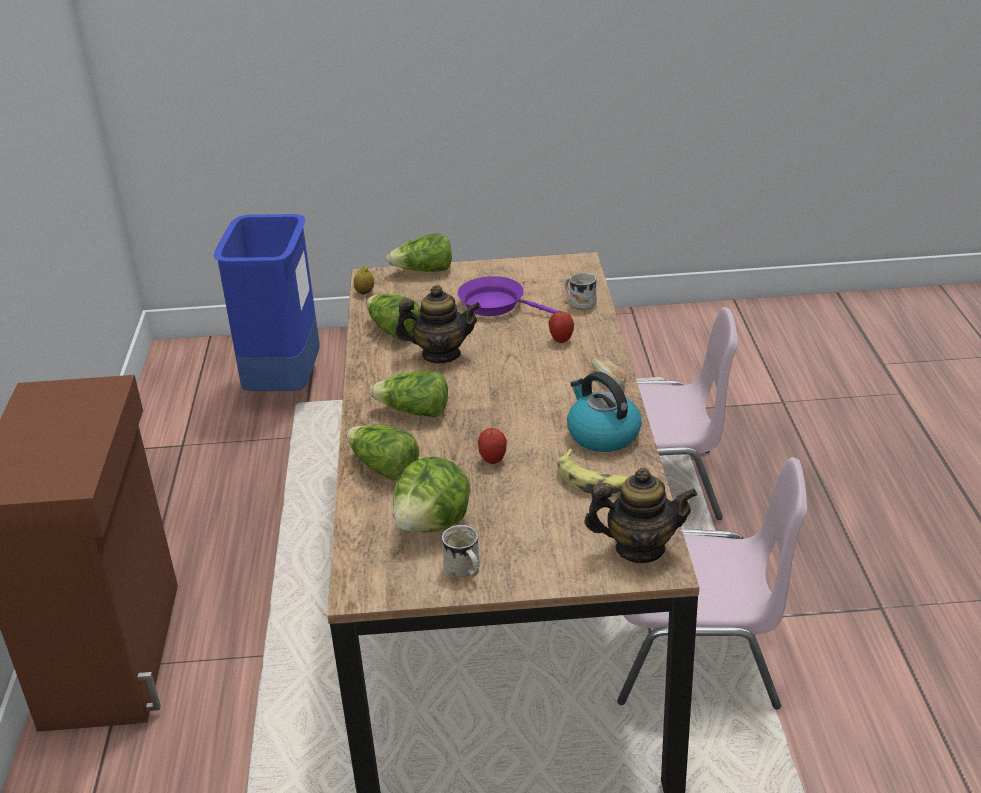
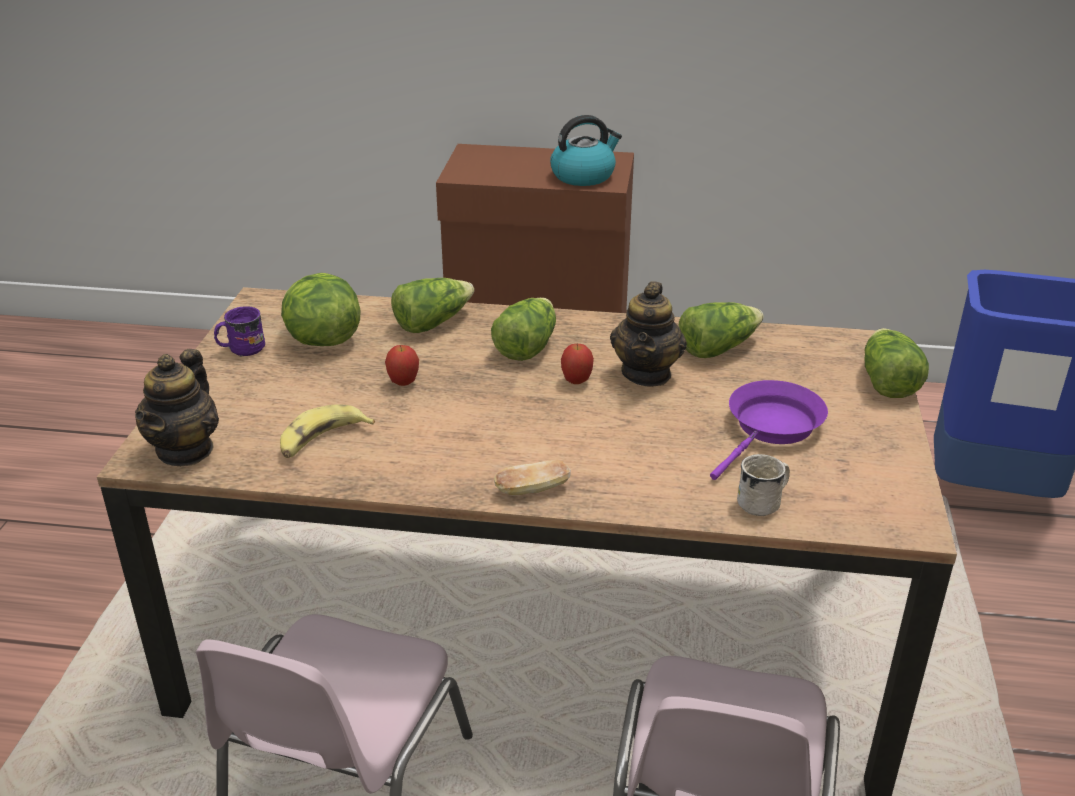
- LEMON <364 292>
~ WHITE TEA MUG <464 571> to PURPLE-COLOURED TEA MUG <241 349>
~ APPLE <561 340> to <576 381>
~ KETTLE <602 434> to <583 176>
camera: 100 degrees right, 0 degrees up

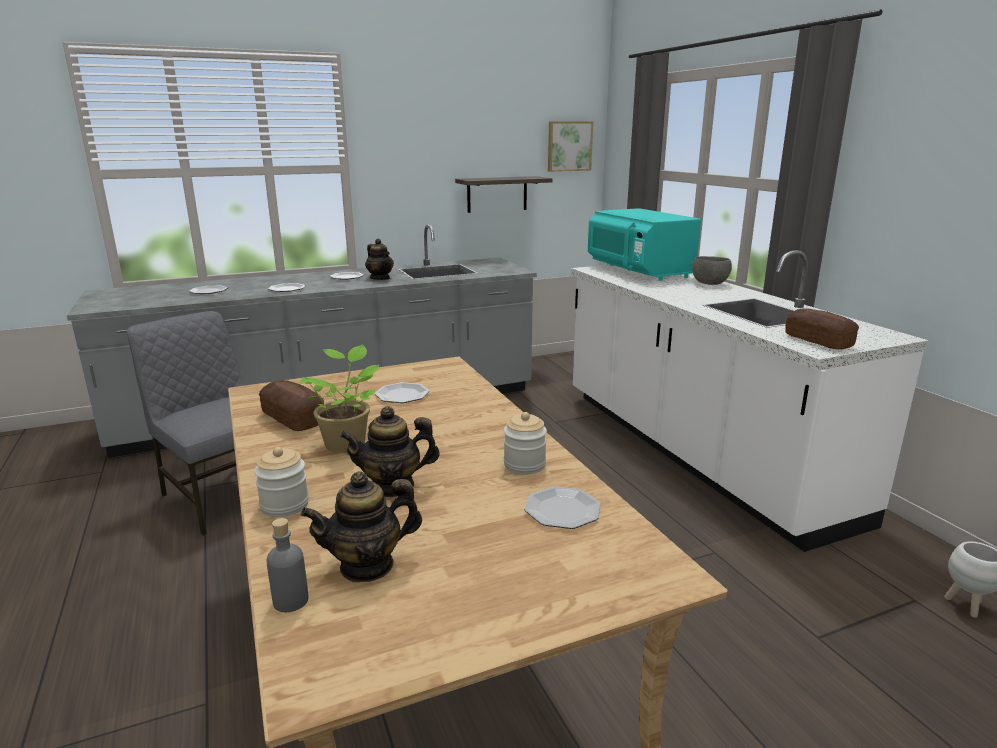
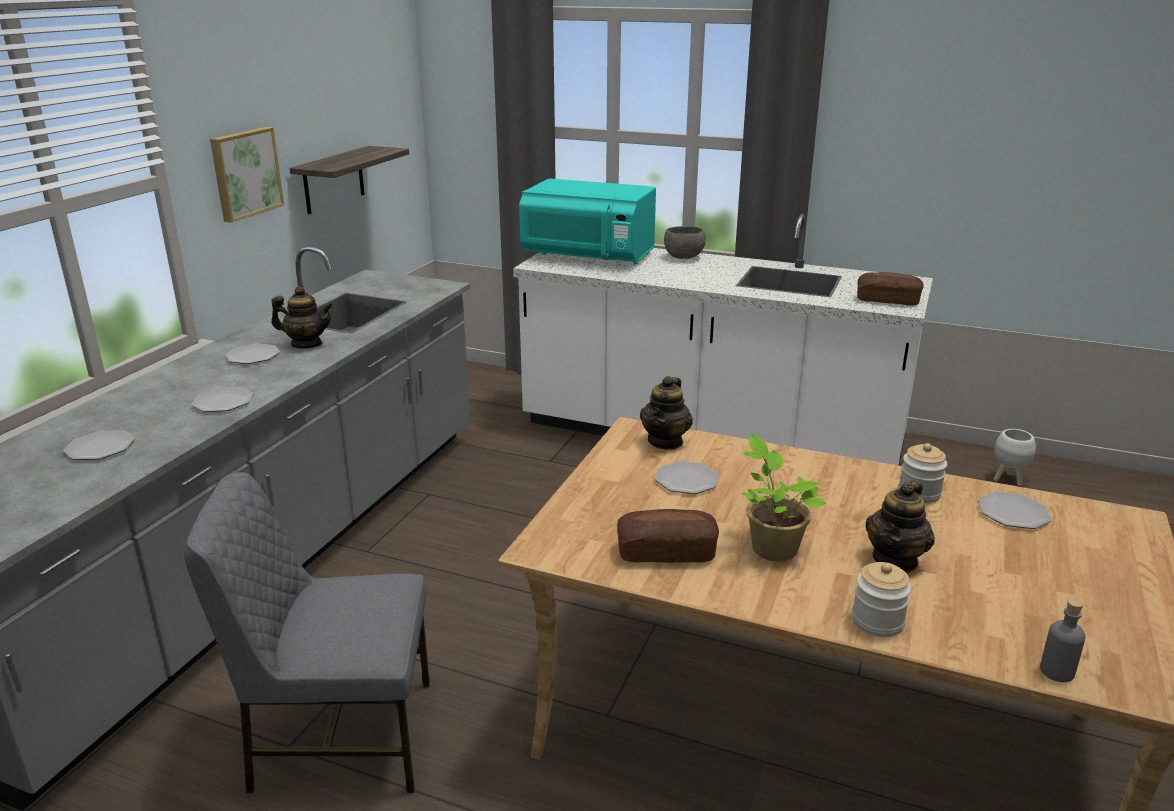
~ TEAPOT <367 565> to <665 441>
~ WALL ART <569 146> to <245 173>
camera: 45 degrees left, 5 degrees up

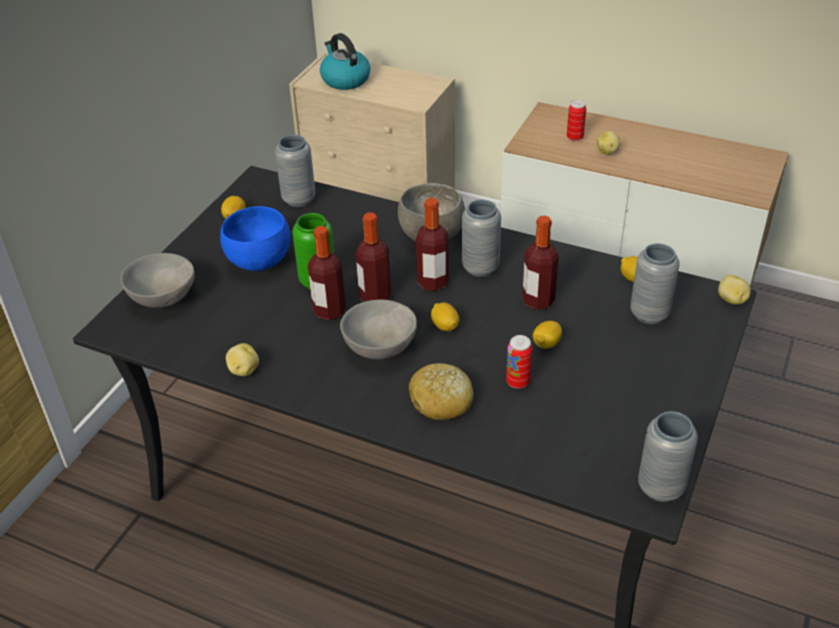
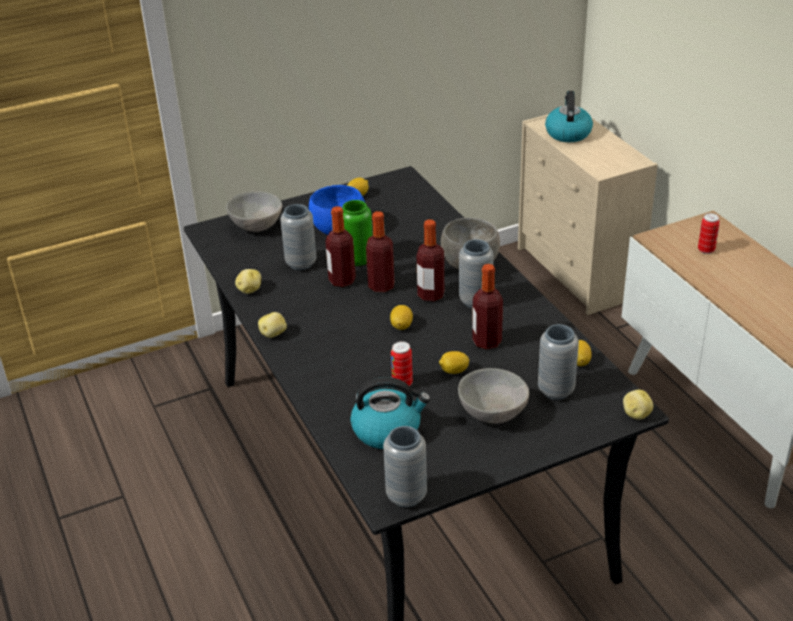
~ GREYISH DECORATIVE VASE <299 199> to <301 263>
~ GREYISH BOWL <379 347> to <492 412>
- BAKED BREAD <441 401>
~ WHOLE POTATO <607 151> to <274 334>
+ KETTLE <387 430>
camera: 40 degrees right, 5 degrees down

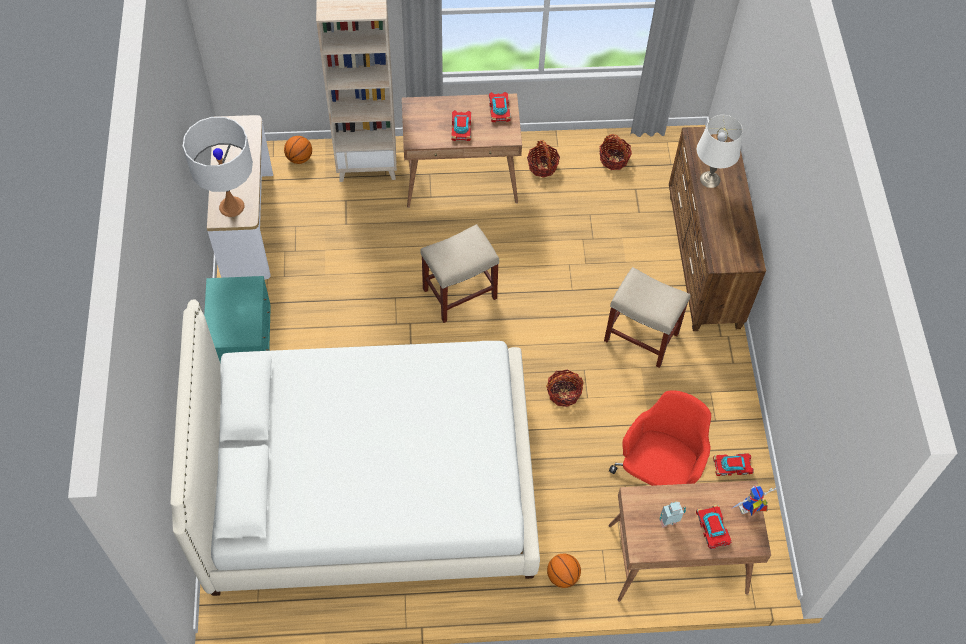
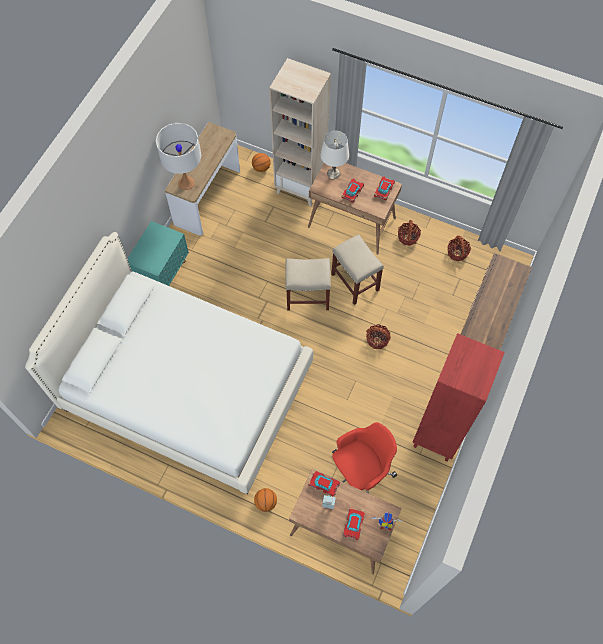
~ STORAGE BASKET <563 393> to <377 340>
~ BEIGE-COLOURED SITTING STOOL <640 337> to <354 281>
~ WHITE TABLE LAMP <709 179> to <333 173>
~ MINIATURE CAR <732 466> to <323 484>
+ RED BOOKCASE <438 435>
camera: 30 degrees right, 5 degrees up

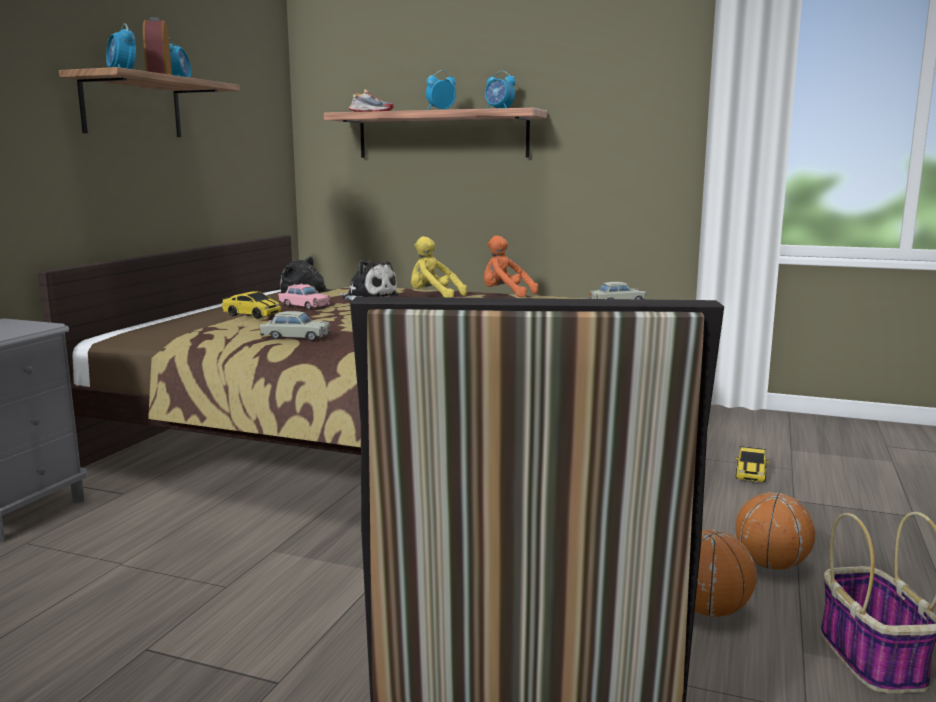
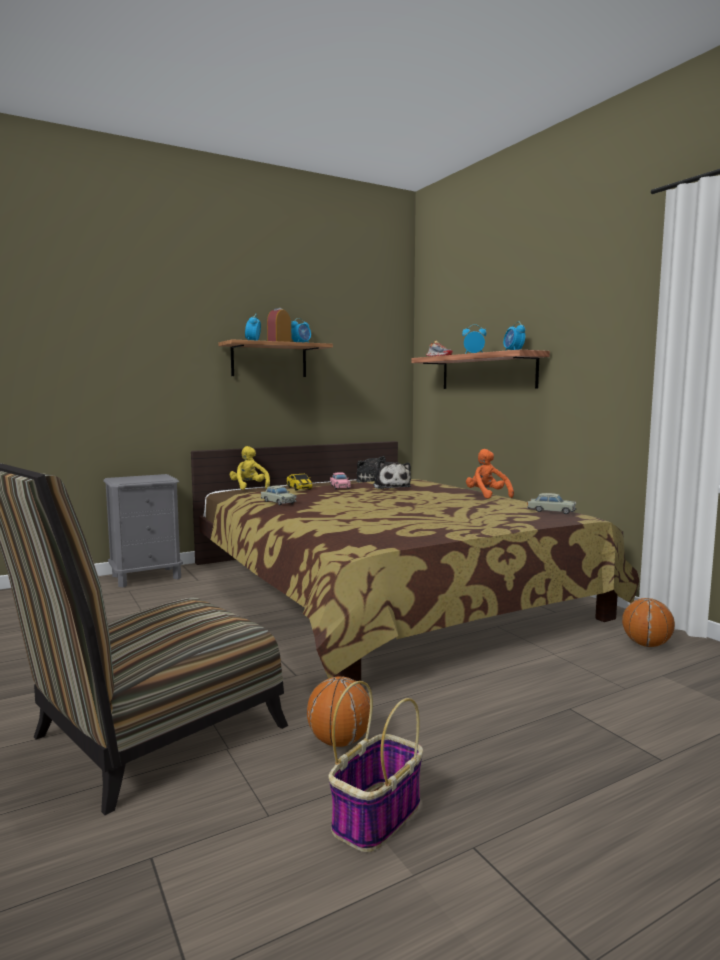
~ YELLOW-COLOURED PLUSH TOY <433 297> to <249 487>
- MINIATURE CAR <750 473>
~ BALL FOR BASKETBALL <771 565> to <646 645>
camera: 40 degrees right, 5 degrees down

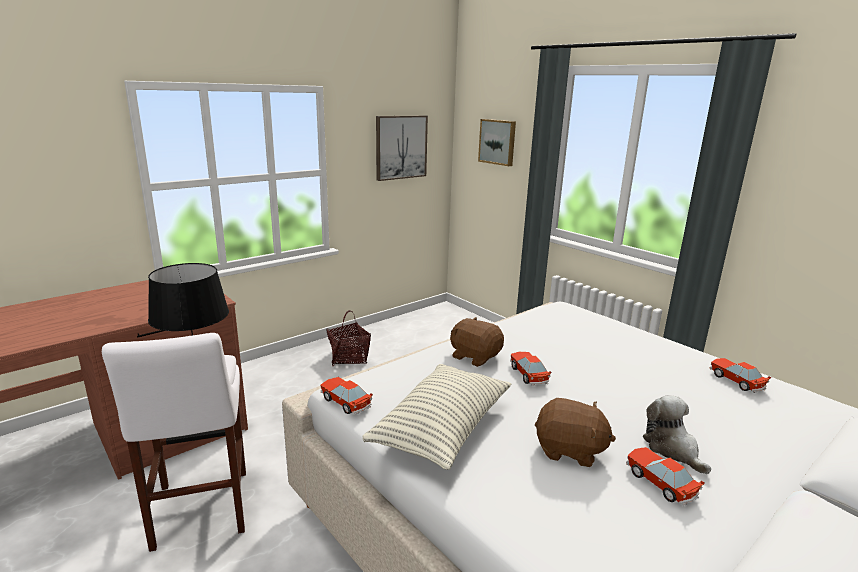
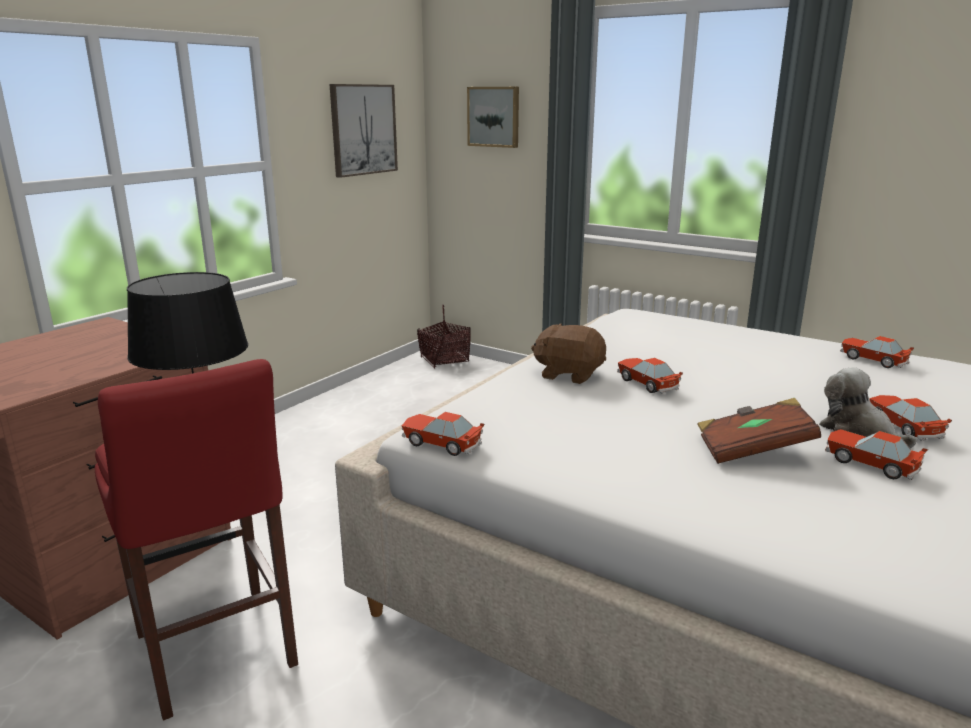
~ WHITE SITTING STOOL <200 513> to RED SITTING STOOL <217 655>
~ STORAGE BASKET <349 358> to <444 360>
- THROW PILLOW <442 429>
~ BROWN-COLOURED PLUSH TOY <569 450> to BROWN-COLOURED BOOK <753 450>
+ MINIATURE CAR <903 426>
camera: 15 degrees left, 0 degrees up

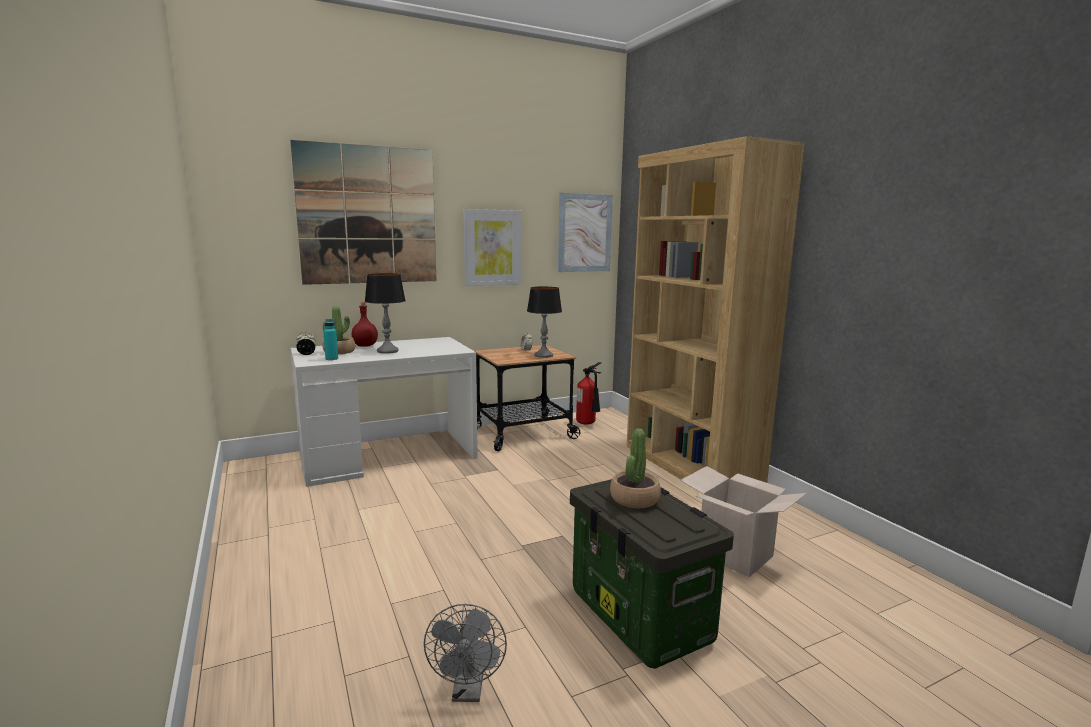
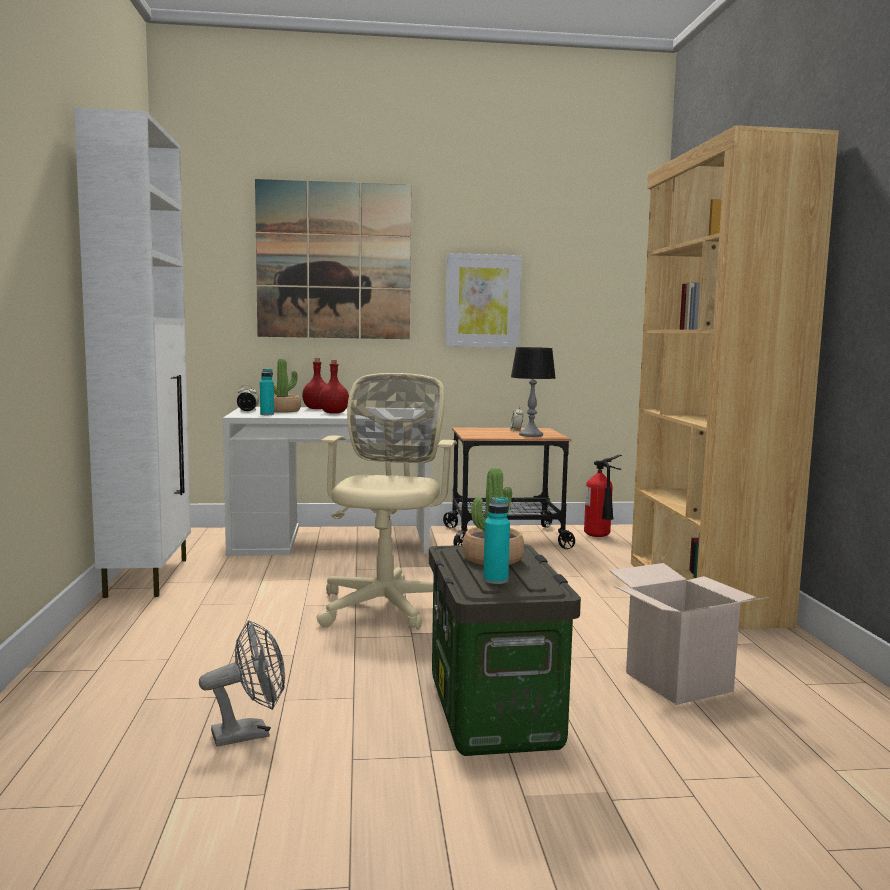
~ TABLE LAMP <387 351> to RED BOTTLE <333 413>
~ GREYISH FAN <468 691> = <250 733> 135 degrees counterclockwise
- WALL ART <584 233>
+ WHITE CUPBOARD <148 577>
+ BEIGE-COLOURED OFFICE CHAIR <386 604>
+ BLUE-GREEN BOTTLE <495 580>
camera: 20 degrees right, 5 degrees down

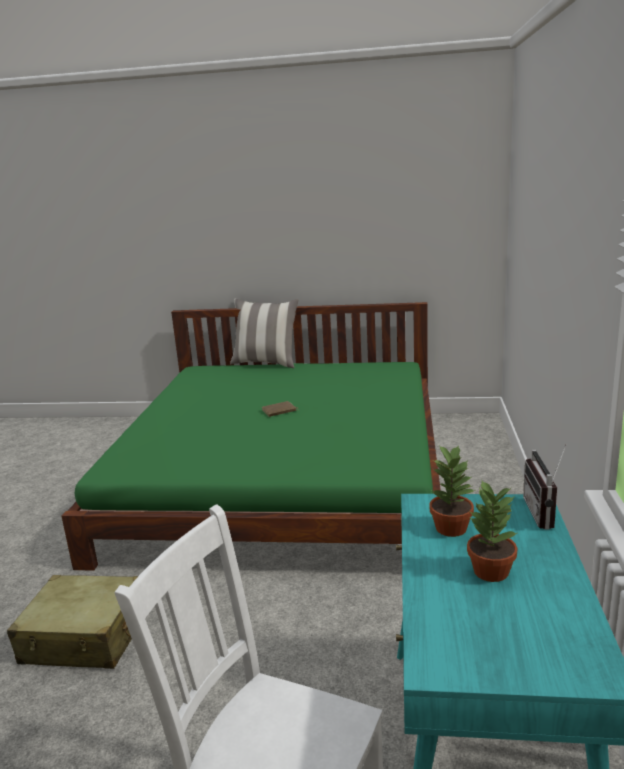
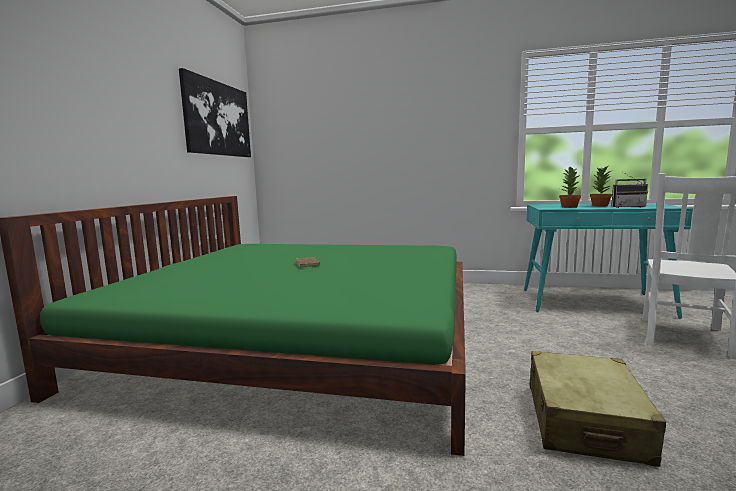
- THROW PILLOW <266 363>
~ RADIO RECEIVER <546 514> to <627 207>
+ WALL ART <217 119>
camera: 85 degrees left, 10 degrees down

